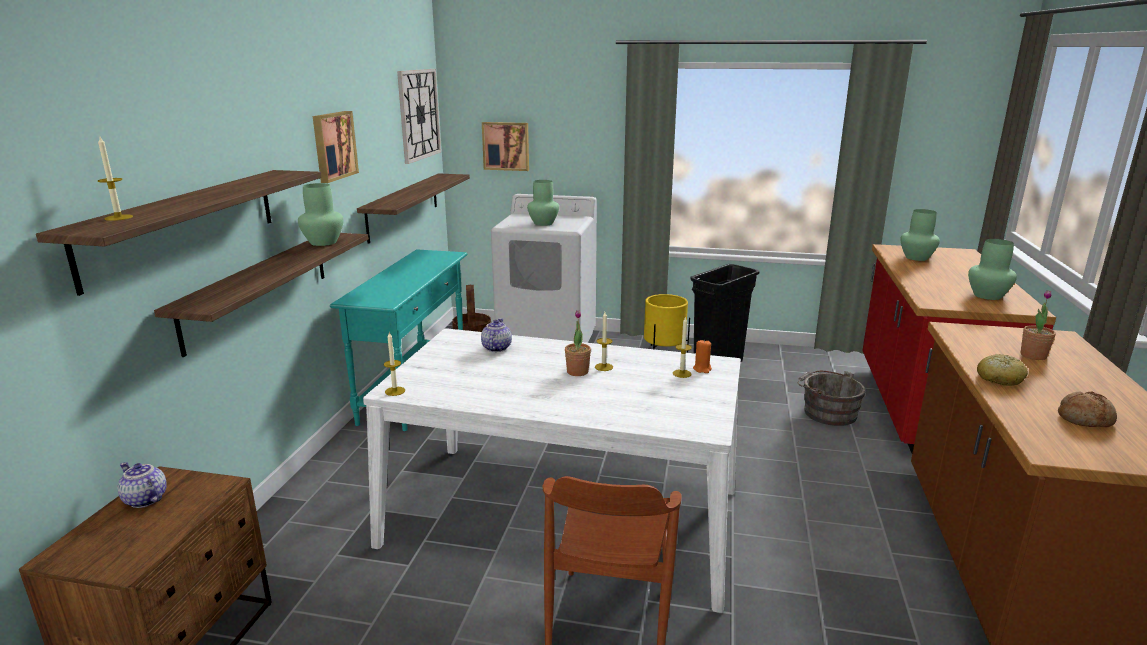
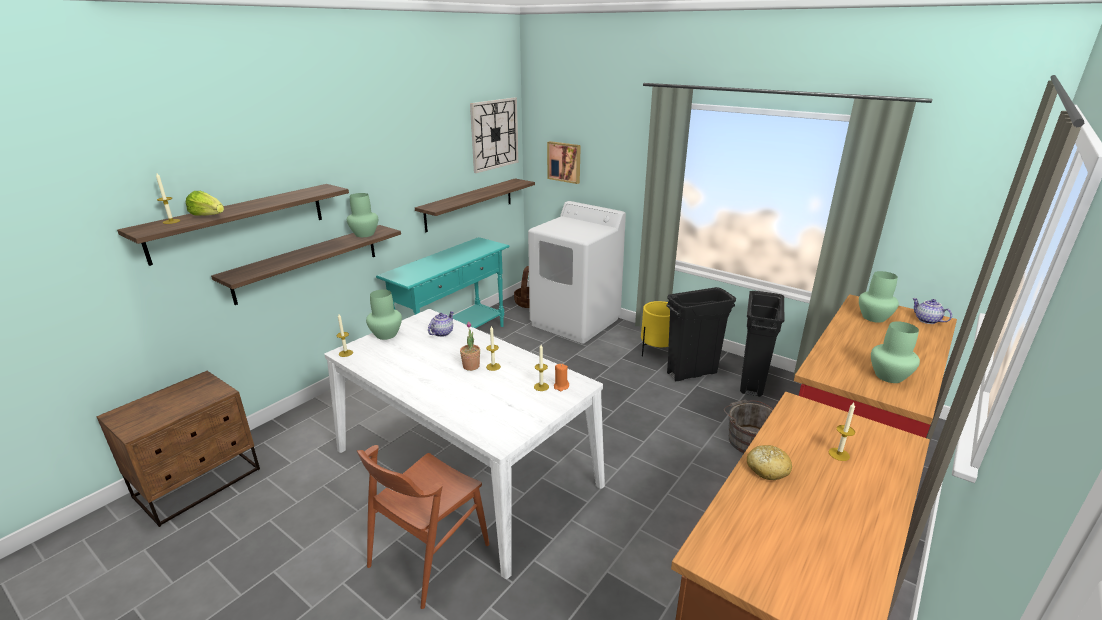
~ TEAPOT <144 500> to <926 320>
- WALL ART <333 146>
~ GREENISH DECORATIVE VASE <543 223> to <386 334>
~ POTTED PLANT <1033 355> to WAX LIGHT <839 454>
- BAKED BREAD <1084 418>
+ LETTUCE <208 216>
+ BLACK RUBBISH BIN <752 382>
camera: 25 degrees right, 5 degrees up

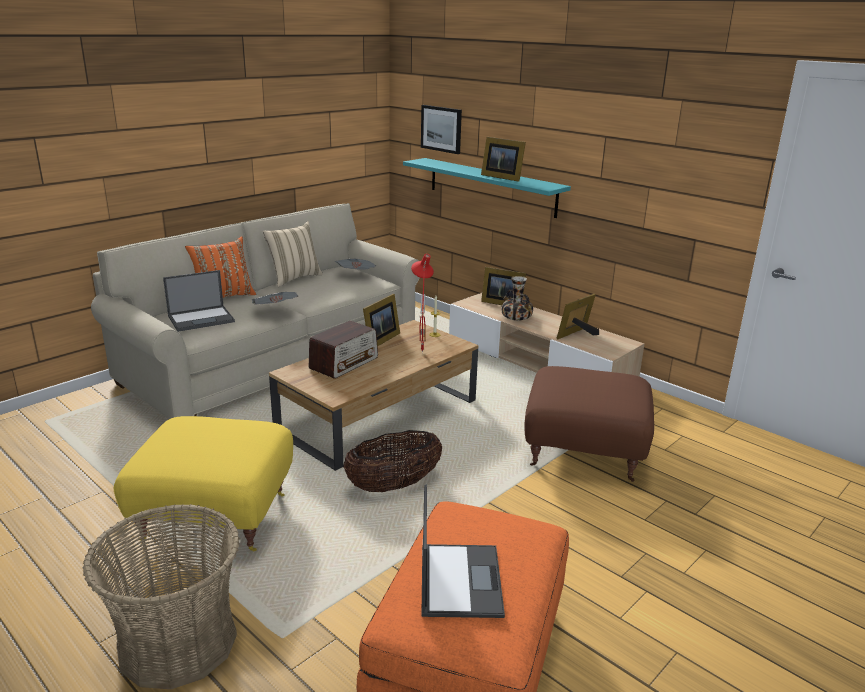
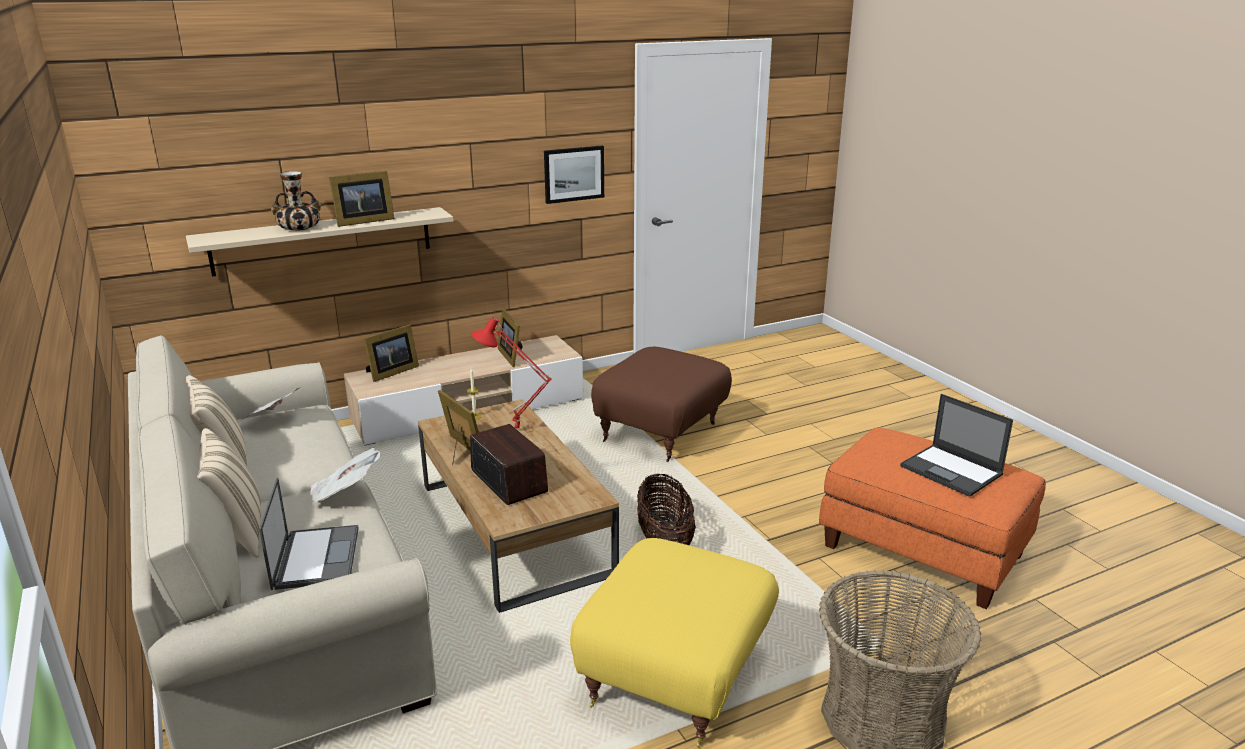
~ ORANGEY THROW PILLOW <223 297> to BEIGE-COLOURED THROW PILLOW <236 533>
~ BLUE-GREEN SHELF <491 187> to BEIGE-COLOURED SHELF <323 241>
~ WALL ART <441 129> to <573 174>
~ PORTABLE COMPUTER <460 579> = <952 471> 150 degrees counterclockwise
~ DECORATIVE VASE <516 317> to <300 227>
camera: 70 degrees left, 0 degrees up

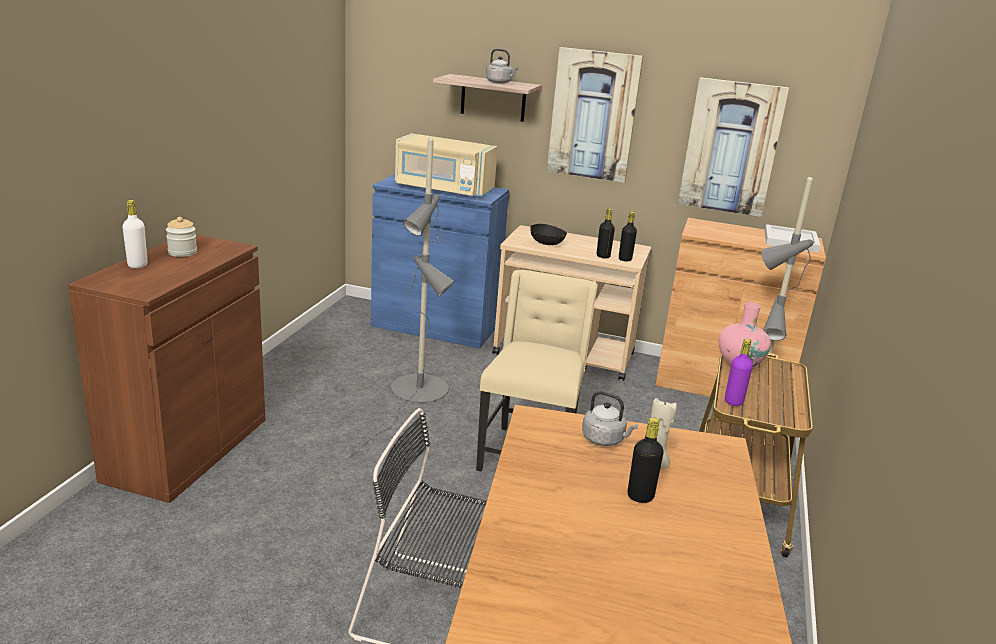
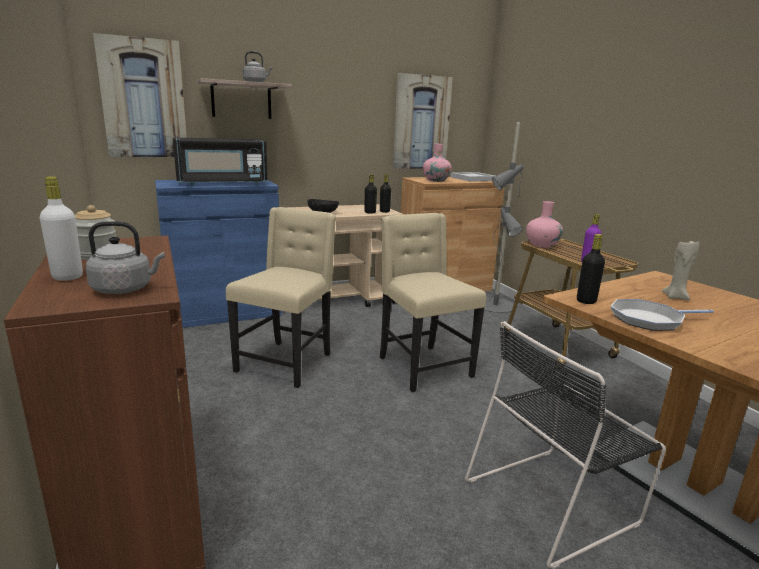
~ GREYISH STANDING LAMP <414 395> to BEIGE-COLOURED CHAIR <286 362>
~ BEIGE-COLOURED KITCHEN MICROWAVE <443 189> to BLACK KITCHEN MICROWAVE <222 183>
~ WALL ART <593 115> to <143 99>
~ GREYISH KETTLE <605 439> to <125 289>
~ BLACK BOTTLE <640 496> to <586 301>
+ PINK DECORATIVE VASE <436 180>
+ PAN <649 320>
camera: 40 degrees left, 5 degrees down

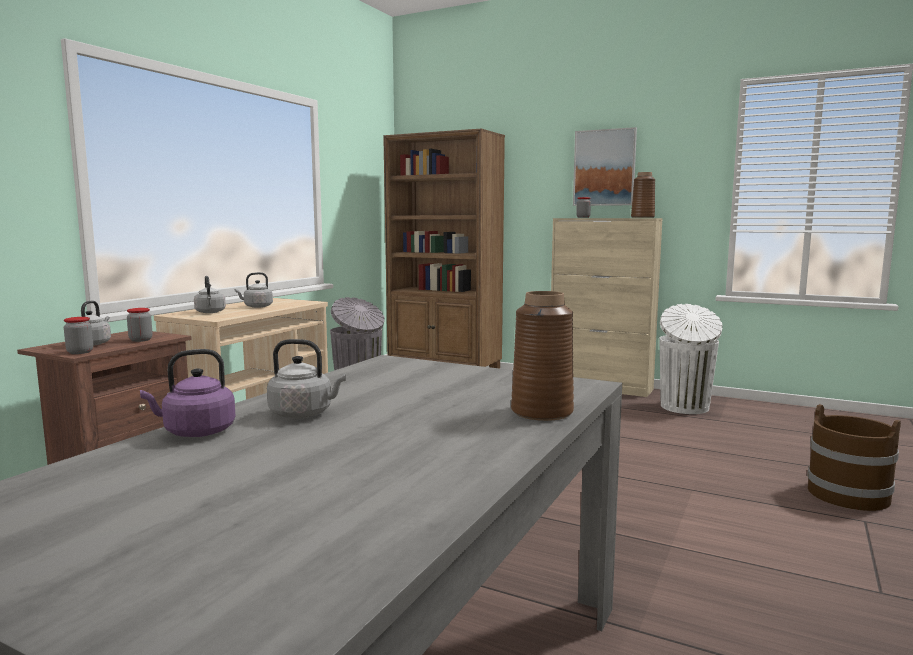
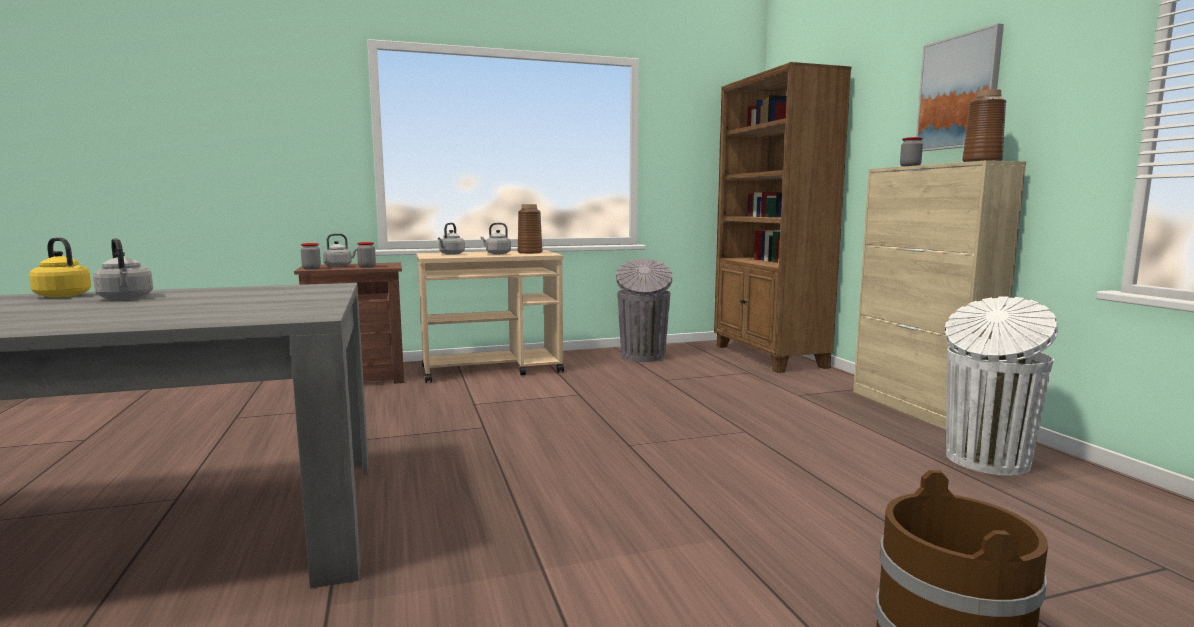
~ PURPLE-COLOURED KETTLE <195 432> to YELLOW-COLOURED KETTLE <61 295>
~ BROWN-COLOURED DECORATIVE VASE <542 412> to <530 252>
camera: 45 degrees right, 0 degrees up

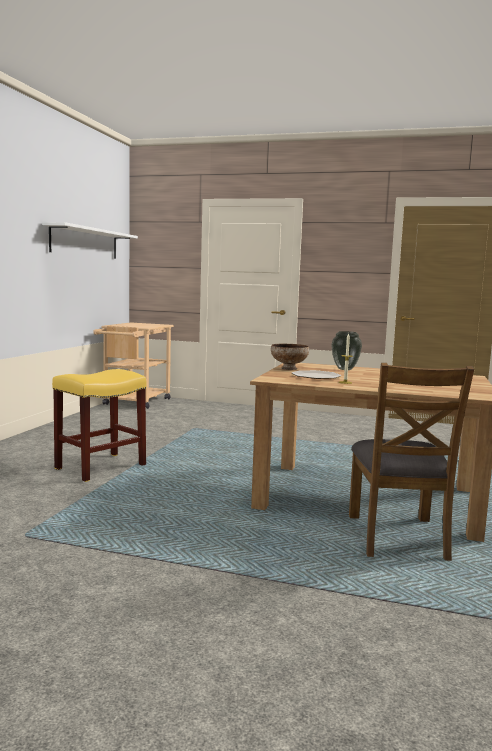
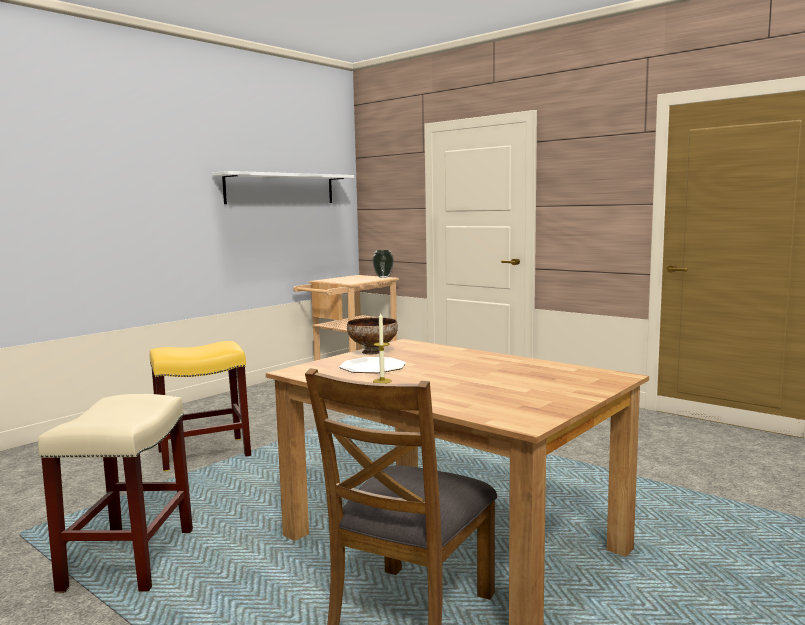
~ DECORATIVE VASE <345 369> to <383 277>
+ BEIGE-COLOURED SITTING STOOL <129 558>
camera: 25 degrees right, 0 degrees up

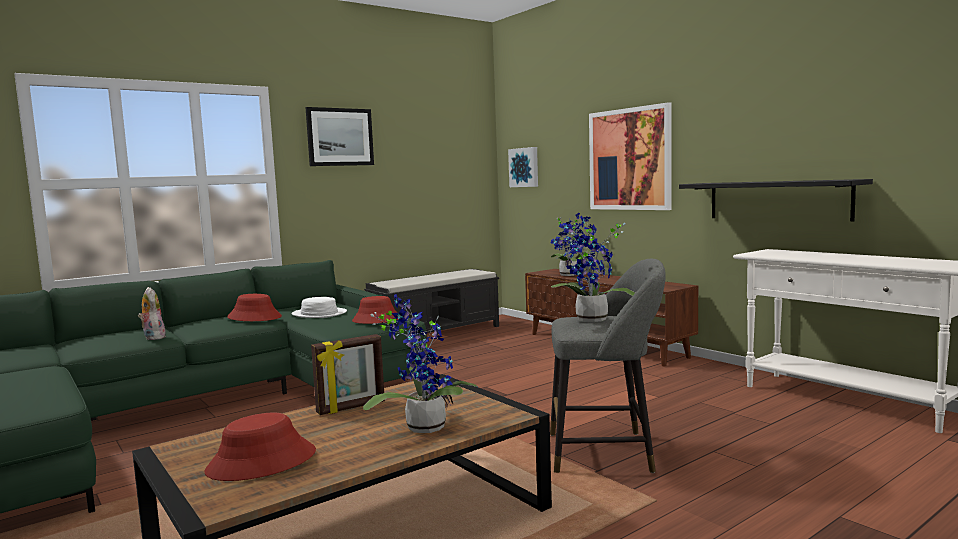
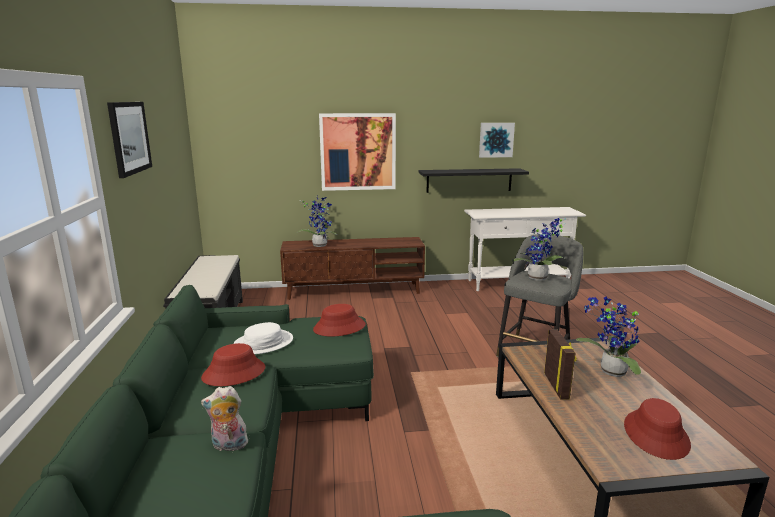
~ WALL ART <524 167> to <496 140>
camera: 60 degrees left, 10 degrees up

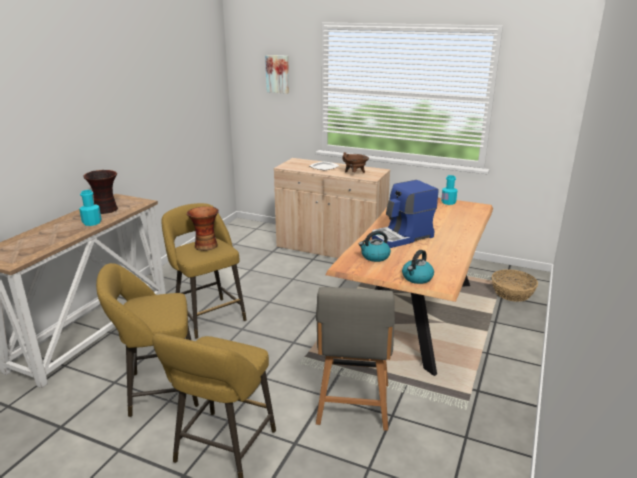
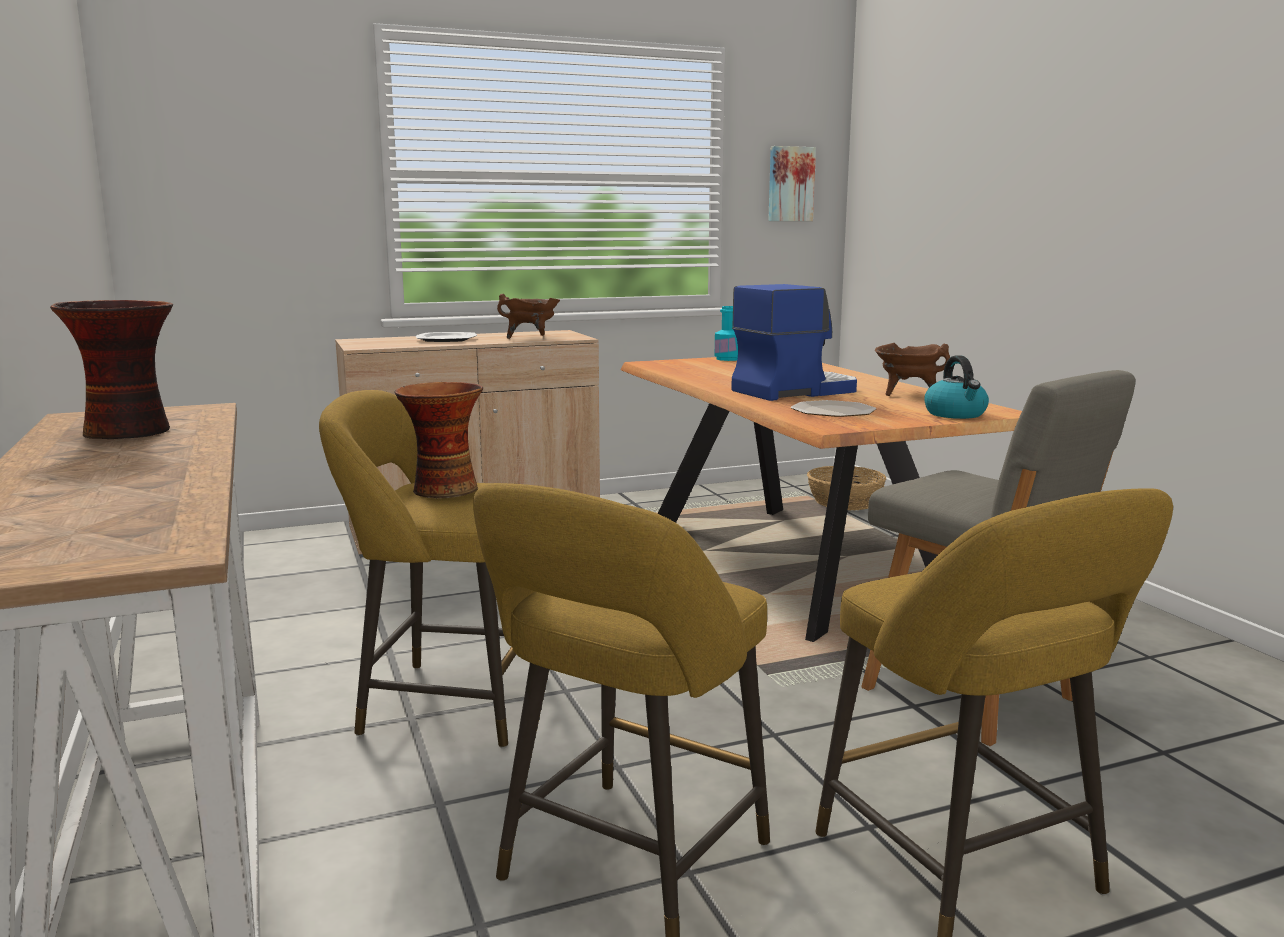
- BLUE-GREEN BOTTLE <92 222>
~ WALL ART <278 74> to <790 184>
~ KETTLE <375 257> to DINNER PLATE <833 411>
~ COFFEE BREWER <402 237> = <794 391> 135 degrees counterclockwise
+ BROWN-COLOURED COOKING POT <907 394>
camera: 45 degrees left, 10 degrees down

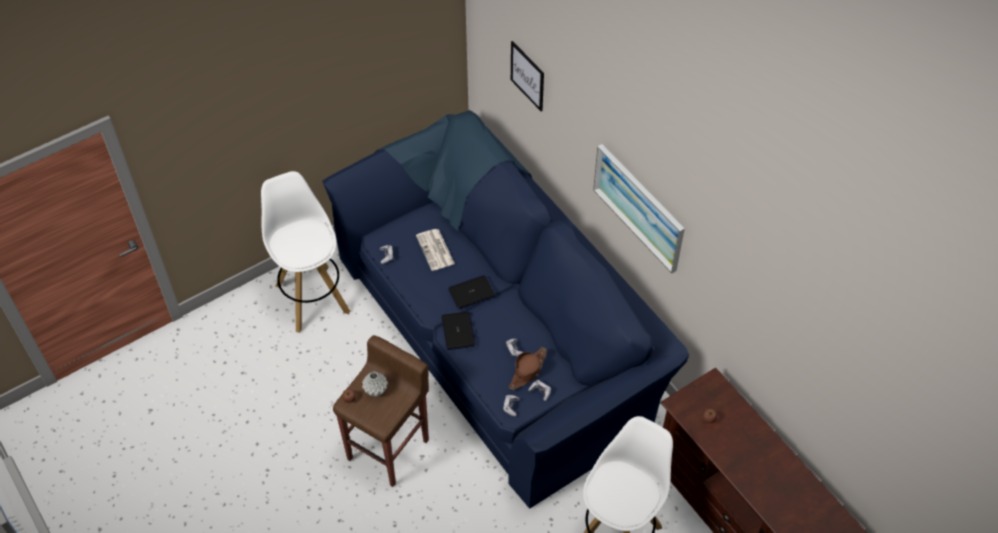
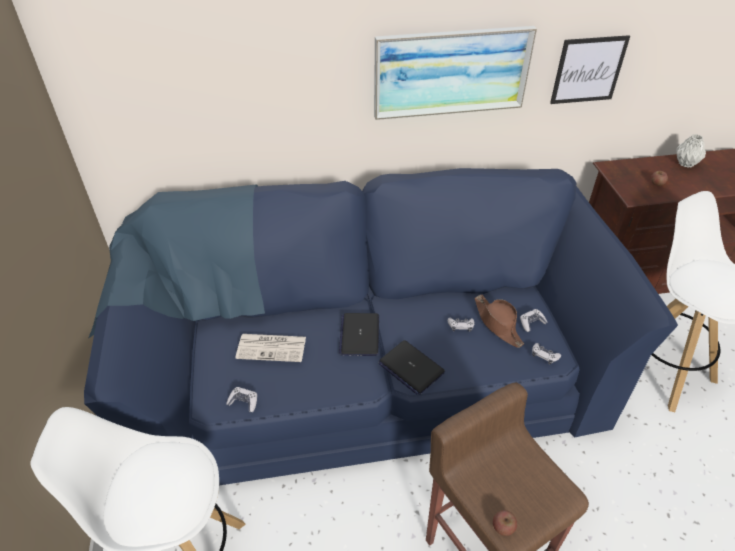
~ GREYISH DECORATIVE VASE <376 391> to <686 163>
~ PORTABLE COMPUTER <458 331> = <411 368> 150 degrees counterclockwise
~ WALL ART <527 76> to <588 70>
camera: 65 degrees left, 10 degrees down

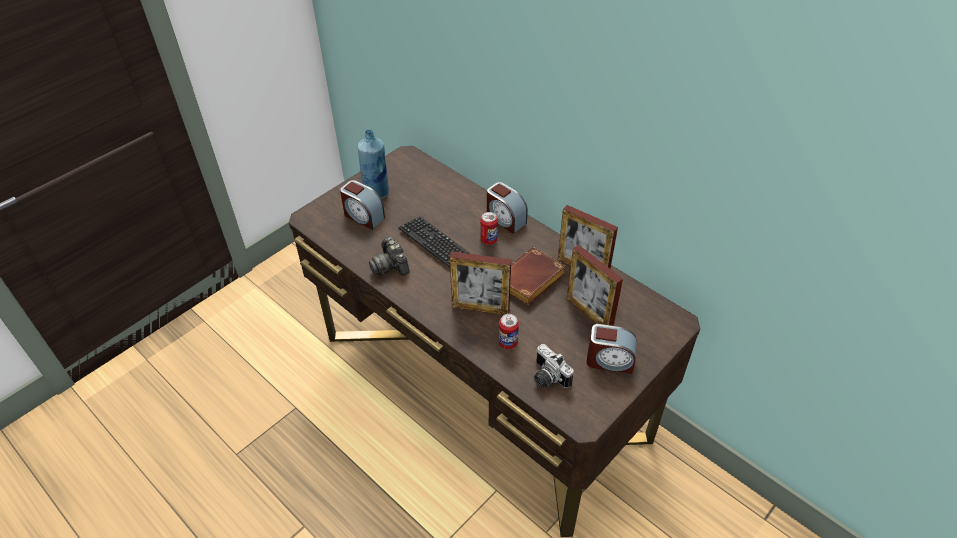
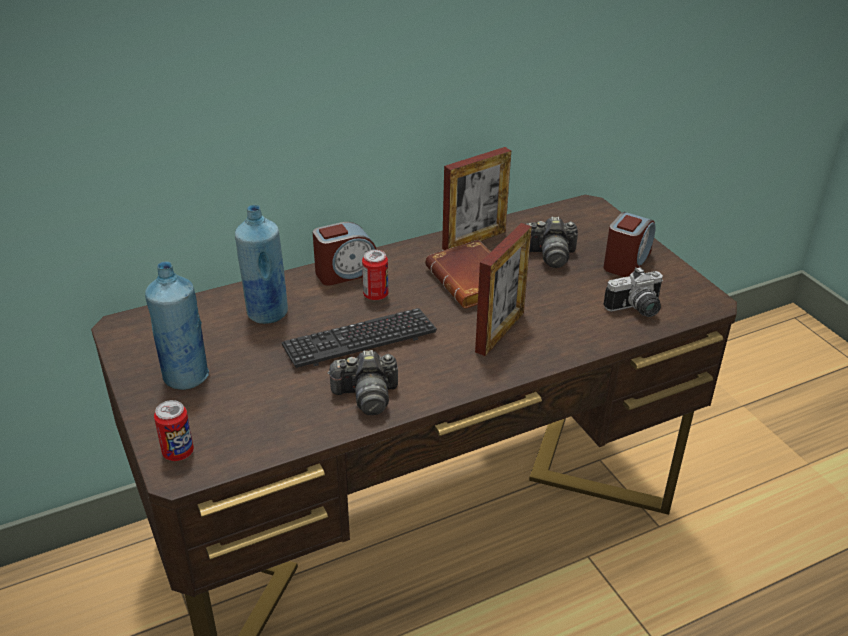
- TABLE CLOCK <363 216>
~ CAN <508 343> to <178 452>
~ PICTURE FRAME <589 313> to STILL CAMERA <549 255>
+ BLUE BOTTLE <266 313>
camera: 70 degrees left, 10 degrees down

